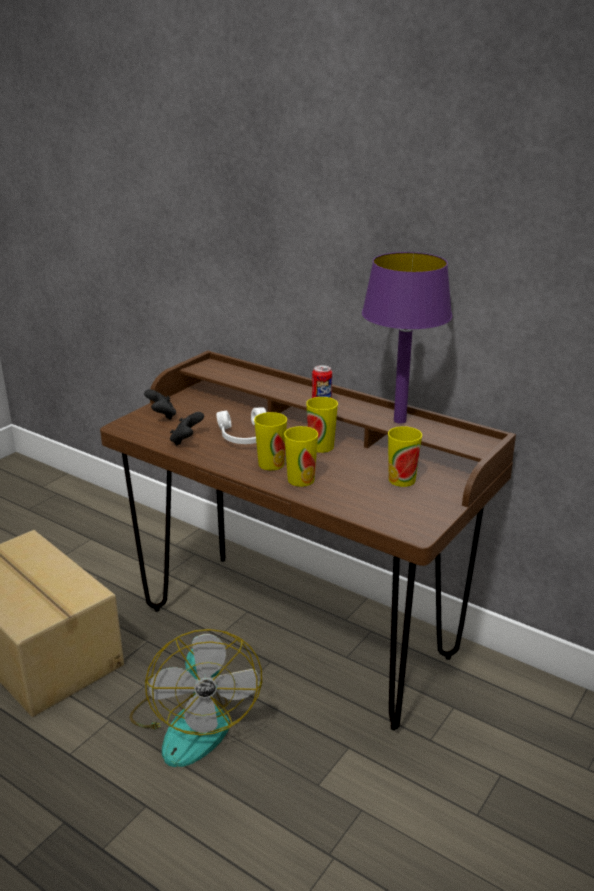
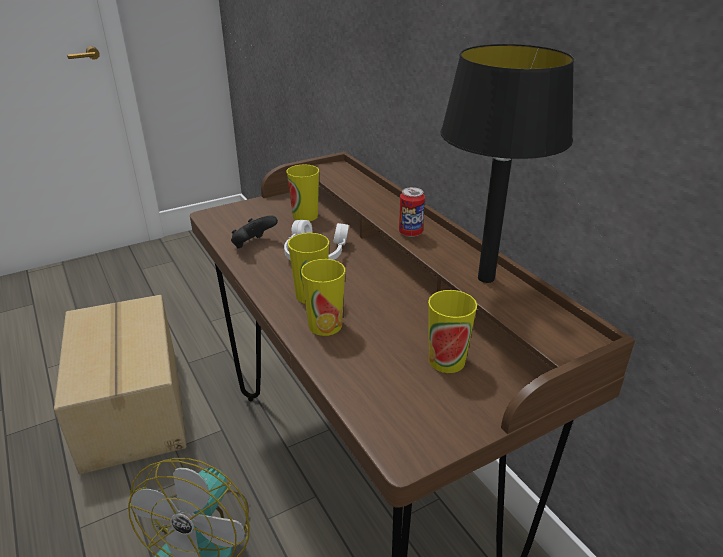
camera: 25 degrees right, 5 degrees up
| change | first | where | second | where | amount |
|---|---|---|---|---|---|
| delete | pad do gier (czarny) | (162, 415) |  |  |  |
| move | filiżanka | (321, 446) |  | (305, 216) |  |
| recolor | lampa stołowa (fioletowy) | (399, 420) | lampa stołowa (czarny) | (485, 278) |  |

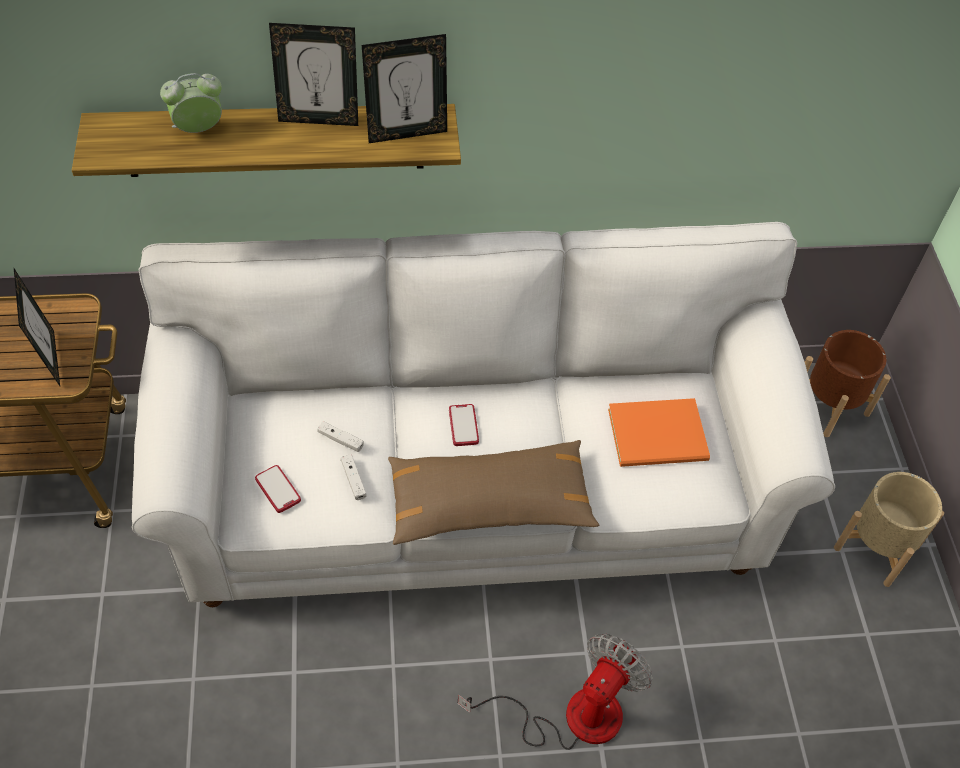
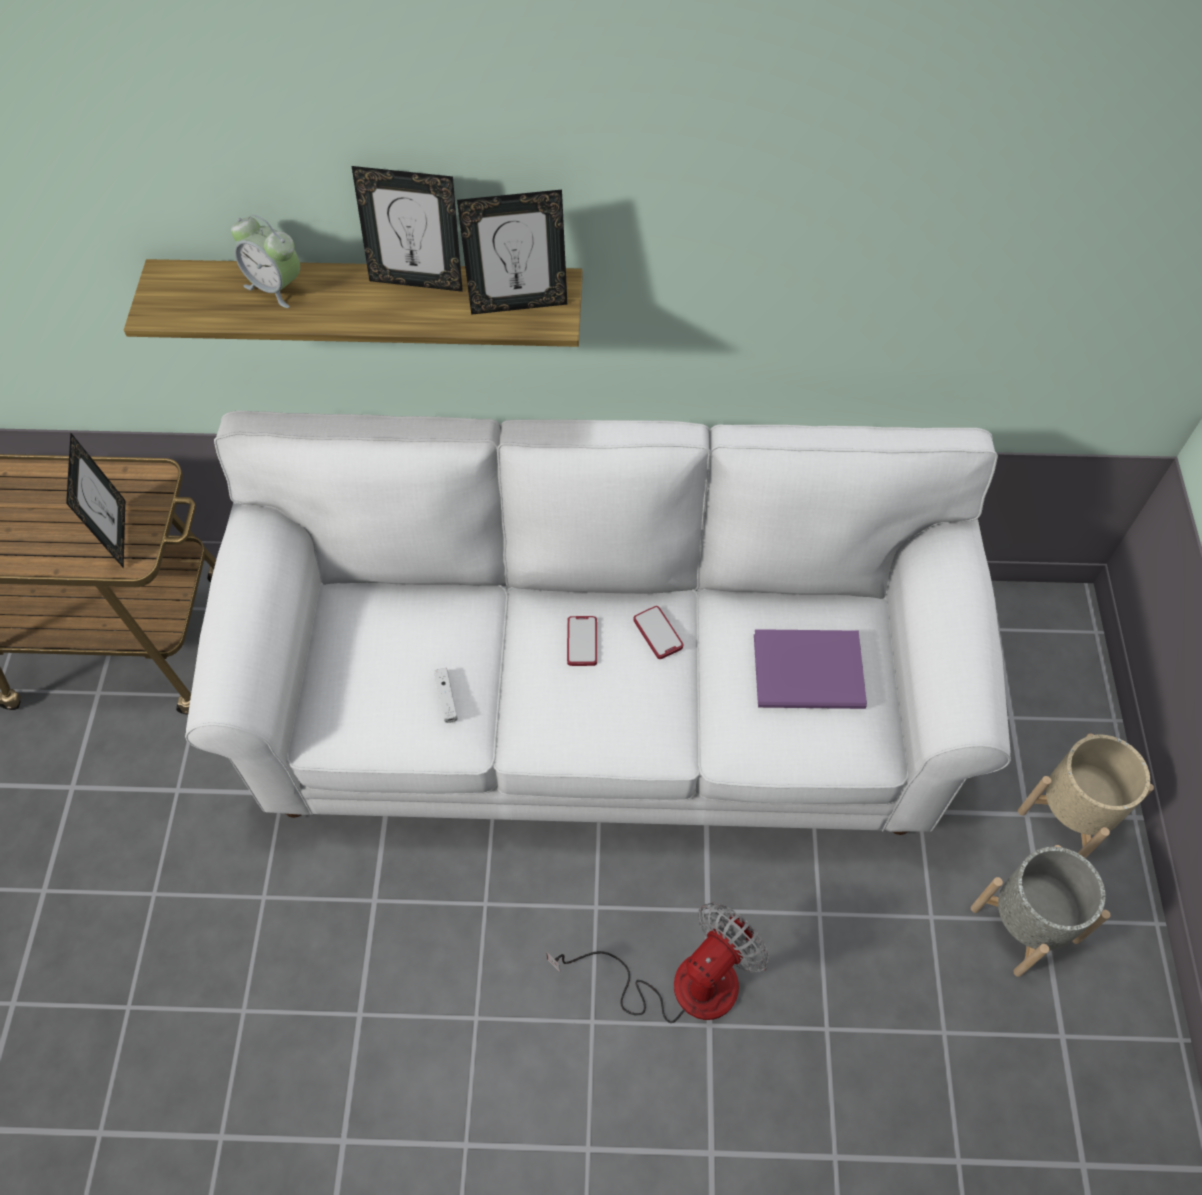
camera: 10 degrees right, 5 degrees up
| change | first | where | second | where | amount |
|---|---|---|---|---|---|
| rotate | budzik | (199, 130) |  | (275, 287) | 135 degrees counterclockwise |
| move | telefon | (278, 489) |  | (658, 633) |  |
| delete | pad do gier (biały) | (340, 440) |  |  |  |
| delete | poduszka (brązowy) | (489, 502) |  |  |  |
| recolor | książka (pomarańczowy) | (660, 436) | książka (fioletowy) | (811, 674) |  |
| delete | donica (brązowy) | (829, 404) |  |  |  |
| insert |  |  | donica (szary) | (1025, 923) |  |

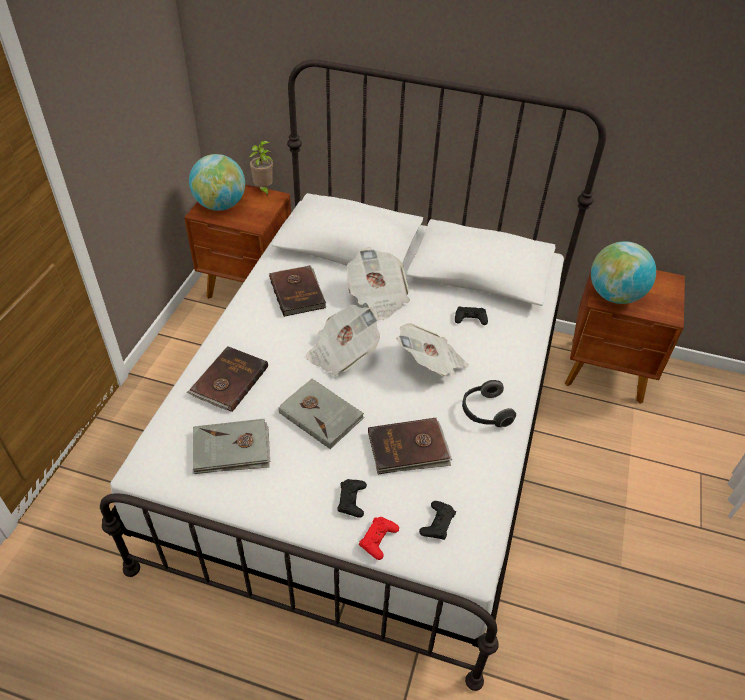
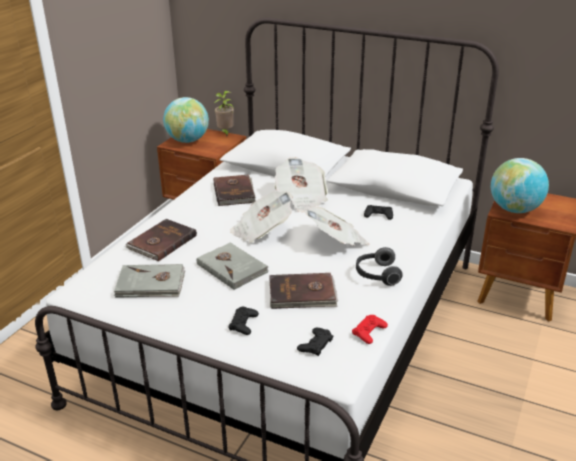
camera: 10 degrees right, 15 degrees down
| change | first | where | second | where | amount |
|---|---|---|---|---|---|
| move | pad do gier (czerwony) | (378, 539) |  | (369, 332) |  |

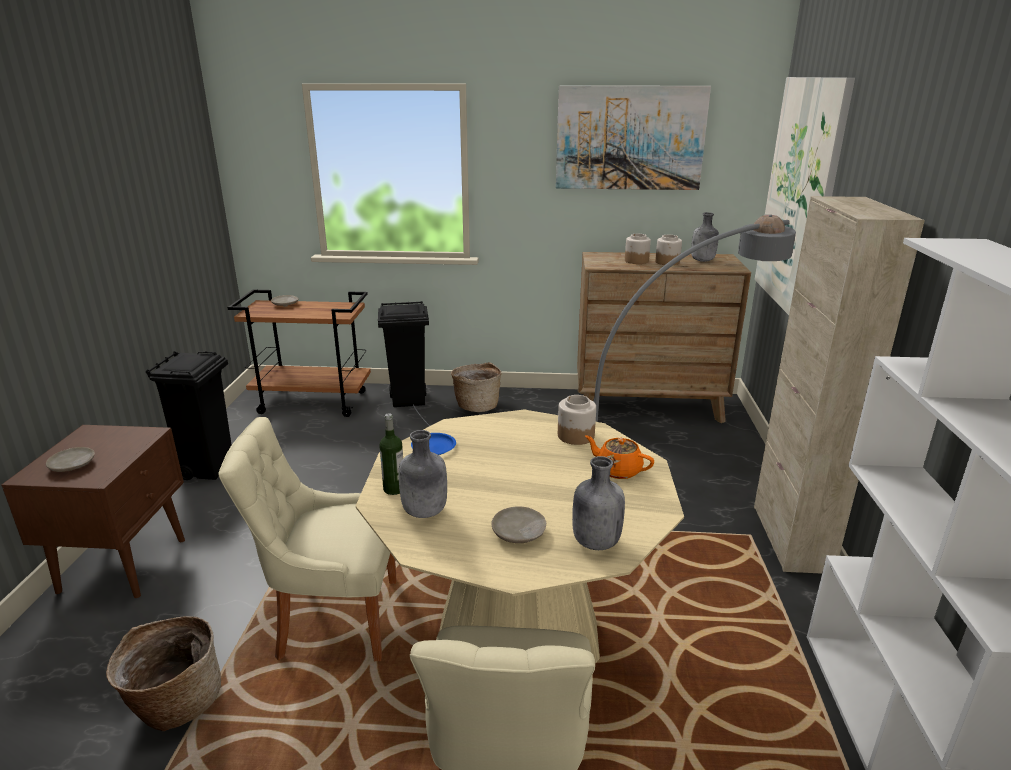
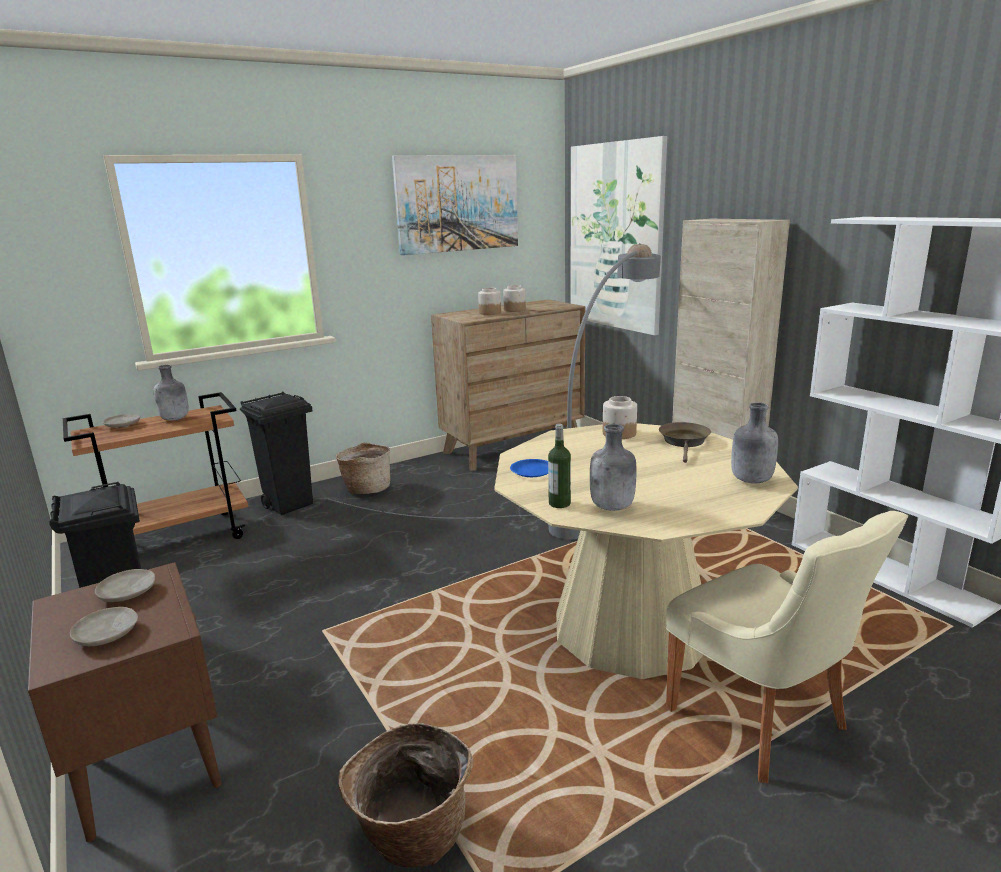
camera: 35 degrees left, 5 degrees down
| change | first | where | second | where | amount |
|---|---|---|---|---|---|
| delete | krzesło (beżowy) | (334, 619) |  |  |  |
| move | talerz (beżowy) | (518, 533) |  | (128, 593) |  |
| replace | imbryk (pomarańczowy) | (617, 470) | patelnia (brązowy) | (684, 442) |  |
| move | butelka (szary) | (702, 261) |  | (175, 419) |  |

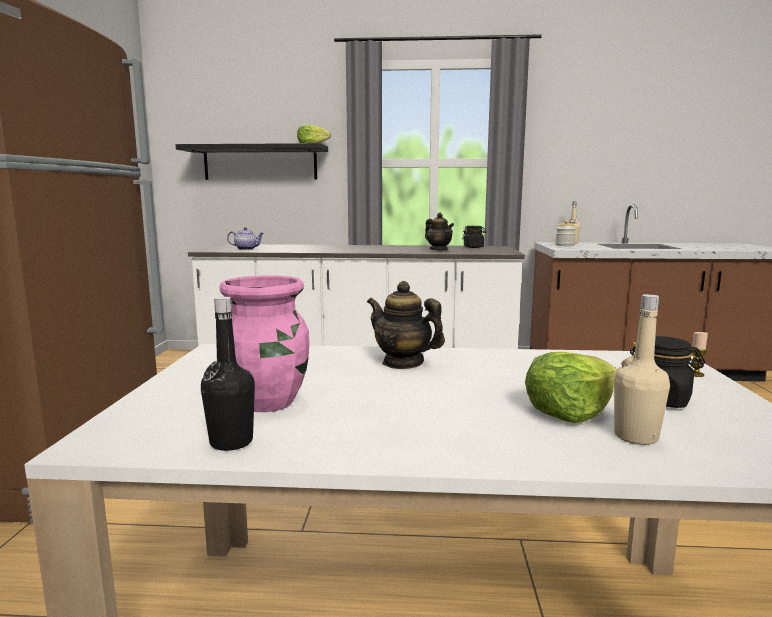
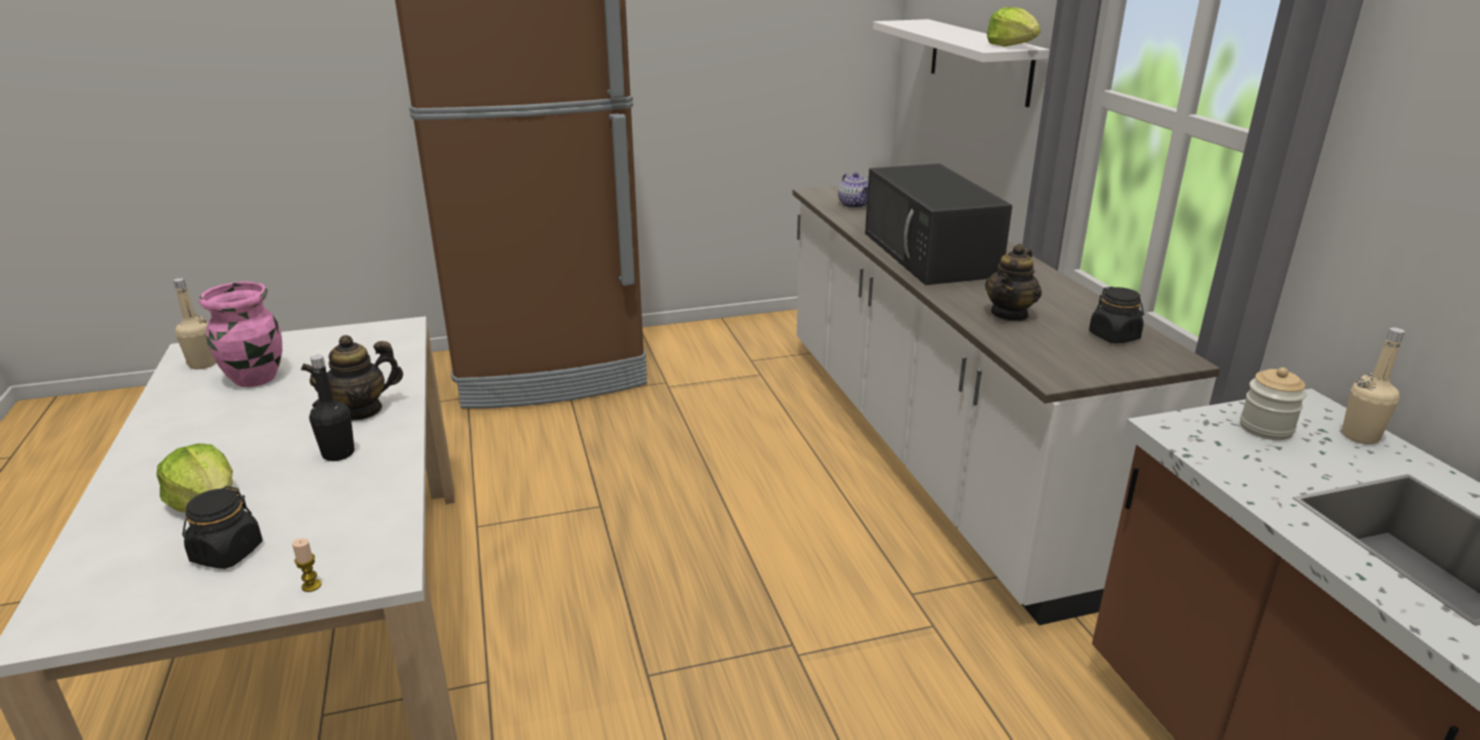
camera: 70 degrees right, 15 degrees up
| change | first | where | second | where | amount |
|---|---|---|---|---|---|
| recolor | półka (czarny) | (260, 163) | półka (biały) | (979, 60) |  |
| move | butelka (czarny) | (231, 442) |  | (338, 454) |  |
| rotate | imbryk | (403, 363) |  | (361, 410) | 135 degrees counterclockwise |
| move | butelka (beżowy) | (636, 437) |  | (203, 364) |  |
| insert |  |  | mikrofalówka (czarny) | (931, 255) |  |

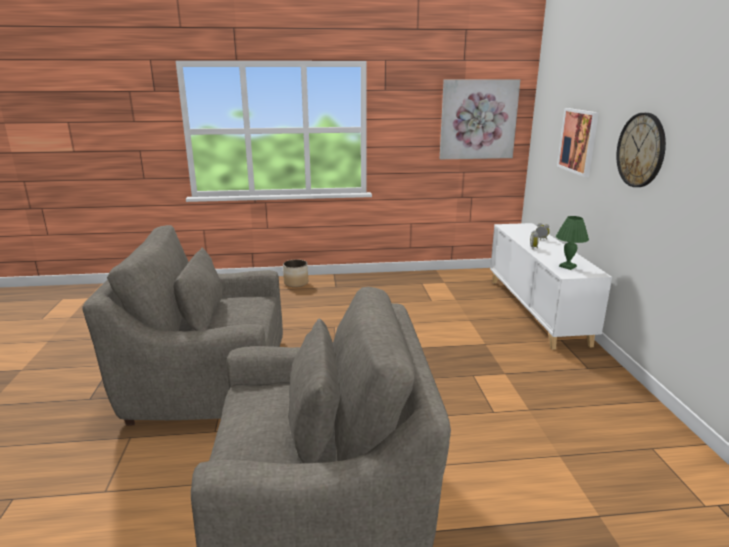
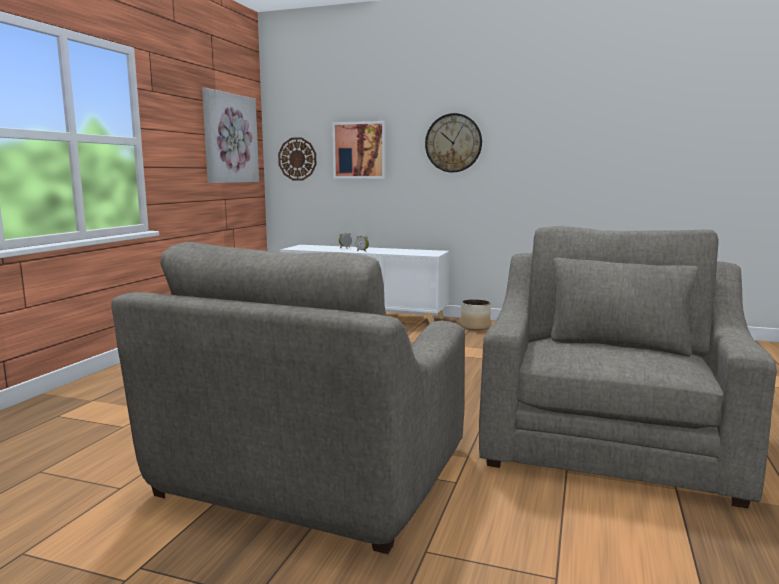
camera: 65 degrees left, 10 degrees down
| change | first | where | second | where | amount |
|---|---|---|---|---|---|
| move | donica | (296, 283) |  | (475, 327) |  |
| delete | lampa stołowa (zielony) | (567, 266) |  |  |  |
| insert |  |  | zegar ścienny | (297, 159) |  |

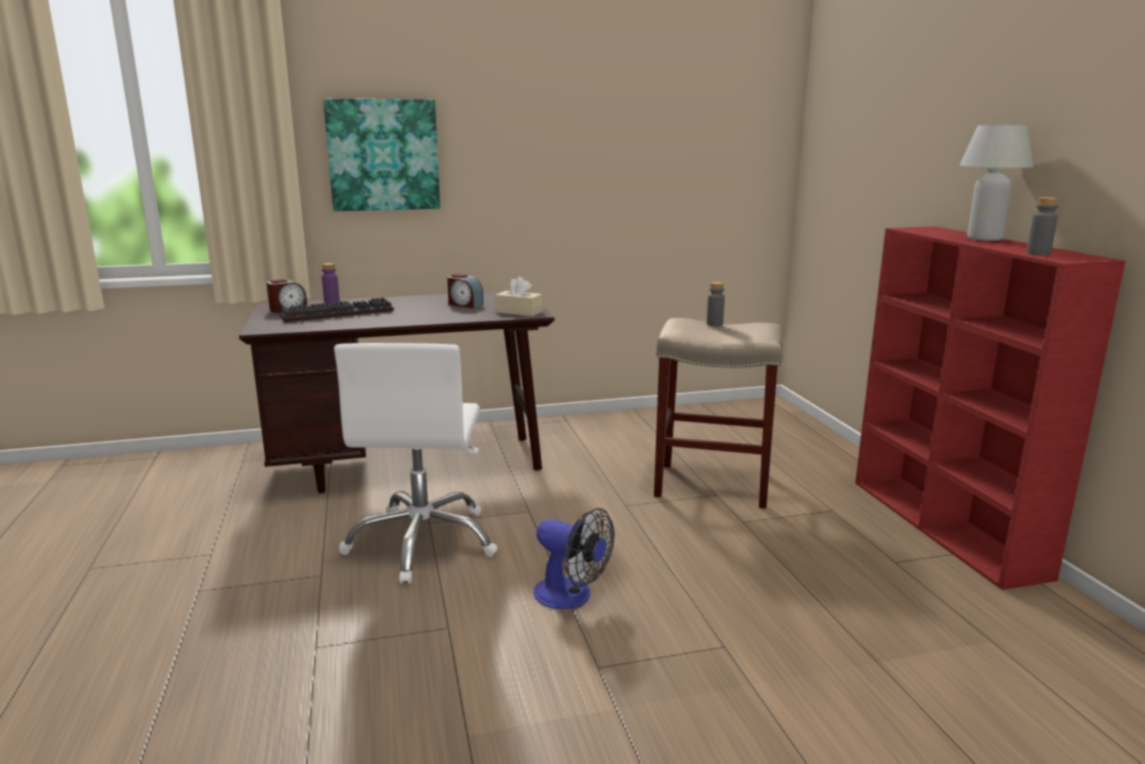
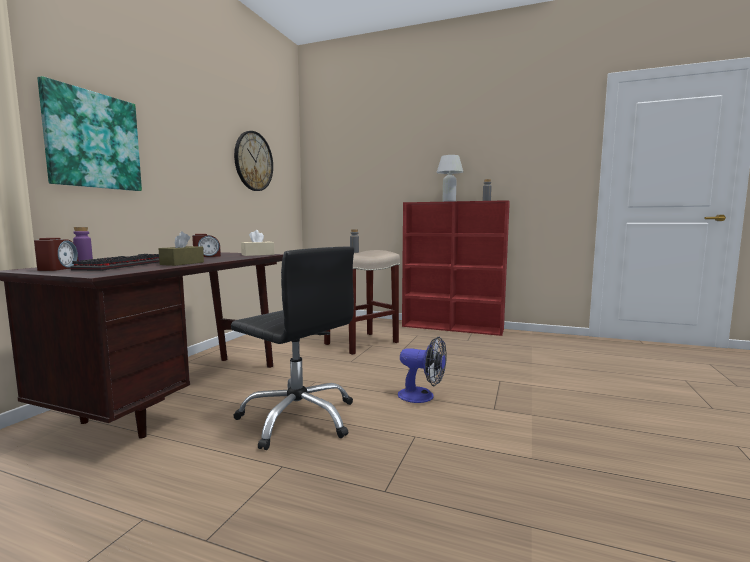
camera: 55 degrees left, 10 degrees down
| change | first | where | second | where | amount |
|---|---|---|---|---|---|
| recolor | krzesło biurowe (biały) | (423, 542) | krzesło biurowe (czarny) | (298, 418) |  |
| rotate | wentylator | (571, 596) |  | (422, 396) | 45 degrees clockwise |
| insert |  |  | pudełko chusteczek (brązowy) | (182, 263) |  |
| insert |  |  | zegar ścienny | (253, 161) |  |

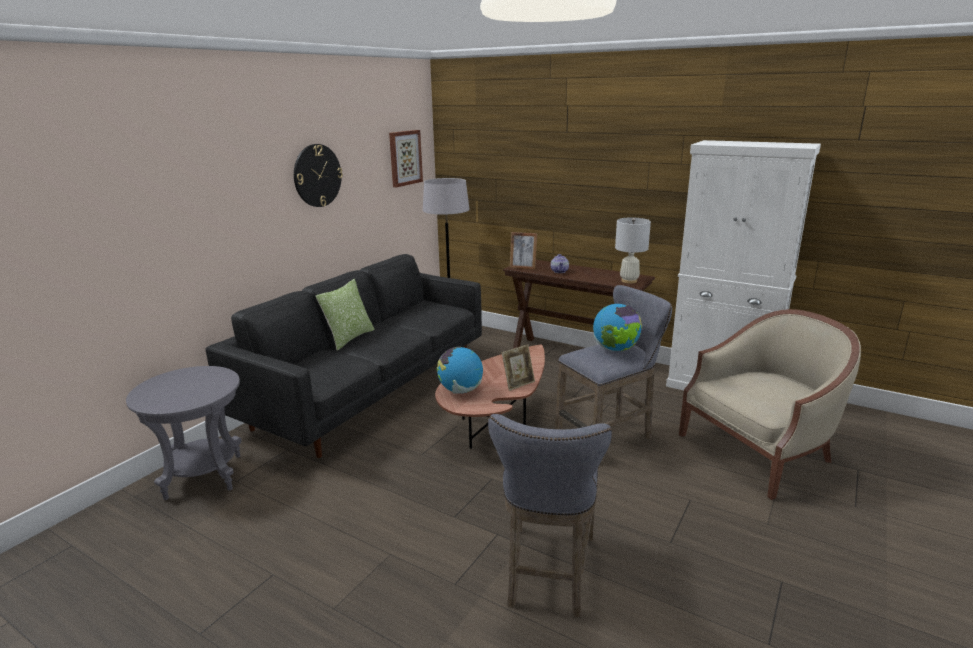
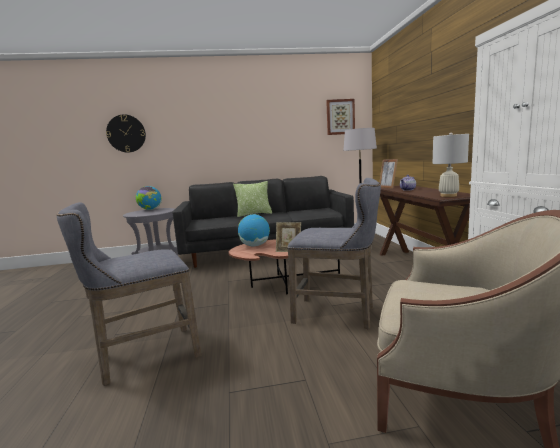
camera: 50 degrees right, 10 degrees down
| change | first | where | second | where | amount |
|---|---|---|---|---|---|
| move | zegar ścienny | (317, 175) |  | (126, 133) |  |
| move | globus | (615, 349) |  | (150, 209) |  |

